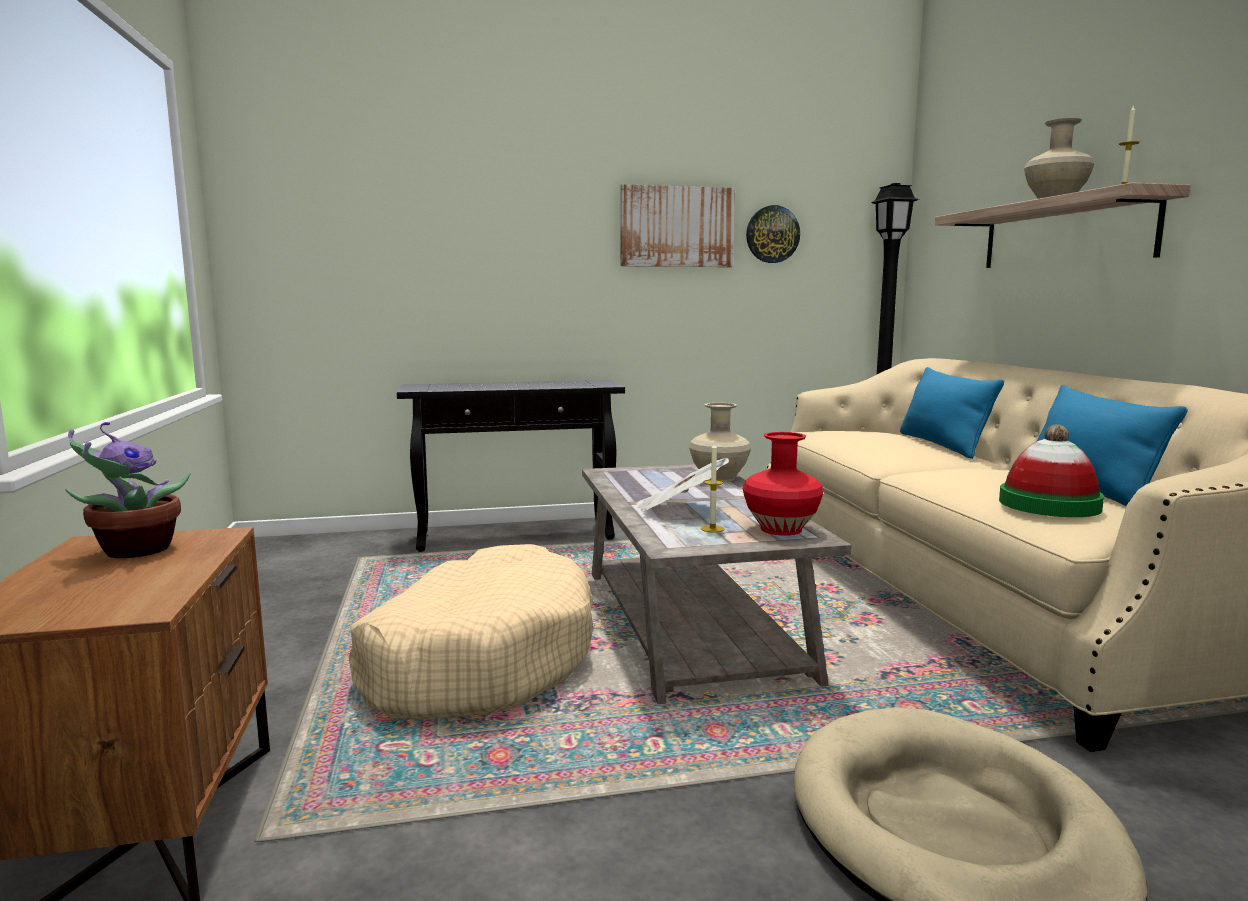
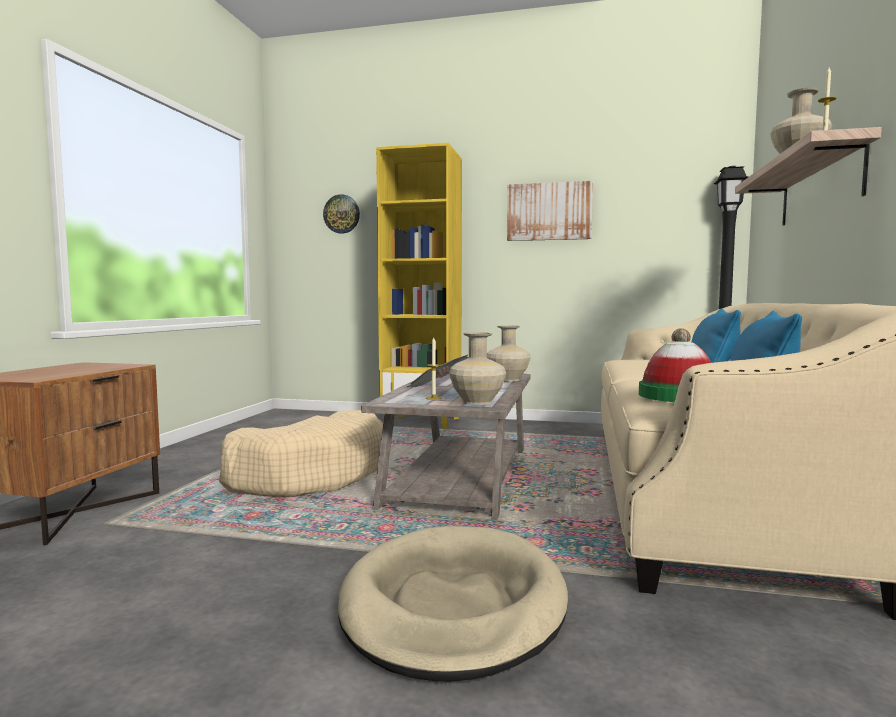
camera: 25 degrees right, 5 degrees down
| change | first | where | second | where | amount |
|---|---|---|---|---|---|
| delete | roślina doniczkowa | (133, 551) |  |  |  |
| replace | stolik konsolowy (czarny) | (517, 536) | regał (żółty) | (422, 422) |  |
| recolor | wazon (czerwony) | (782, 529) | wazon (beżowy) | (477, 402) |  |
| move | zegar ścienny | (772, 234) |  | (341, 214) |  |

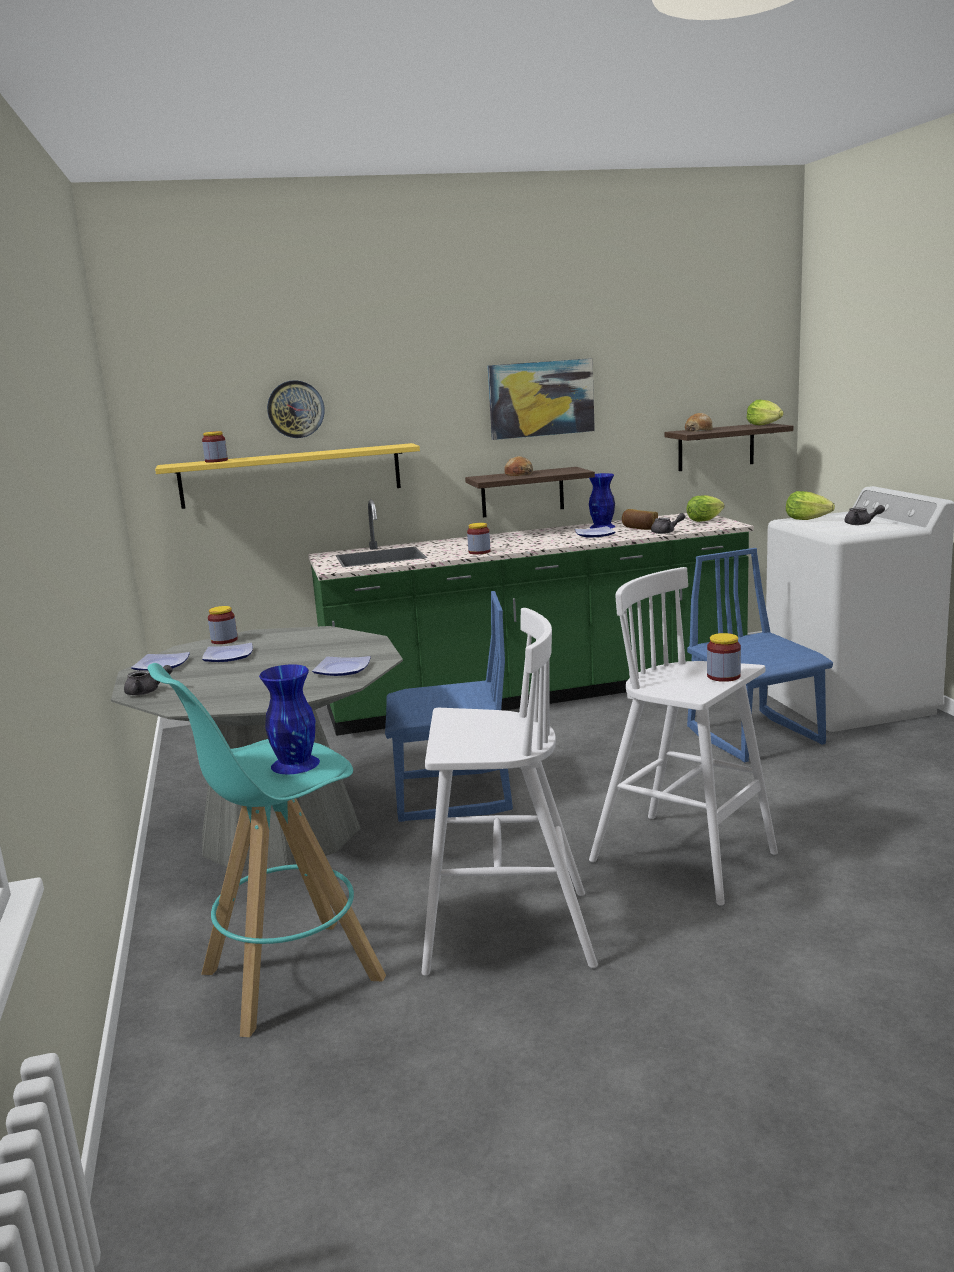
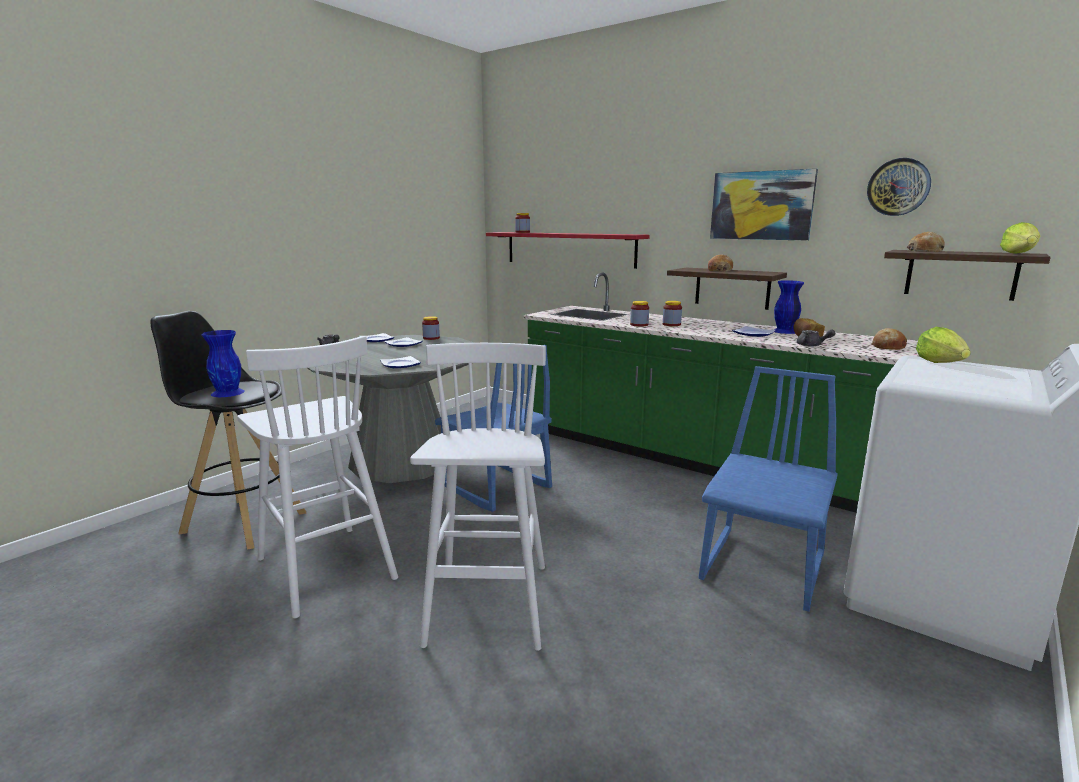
camera: 50 degrees right, 0 degrees up
| change | first | where | second | where | amount |
|---|---|---|---|---|---|
| recolor | stołek (turkusowy) | (289, 976) | stołek (czarny) | (243, 522) |  |
| recolor | półka (żółty) | (291, 476) | półka (czerwony) | (569, 249) |  |
| move | zegar ścienny | (295, 409) |  | (898, 187) |  |
| replace | sałata | (704, 520) | chleb | (887, 347) |  |
| move | słoik | (723, 676) |  | (671, 324) |  |
| delete | imbryk (szary) | (861, 524) |  |  |  |

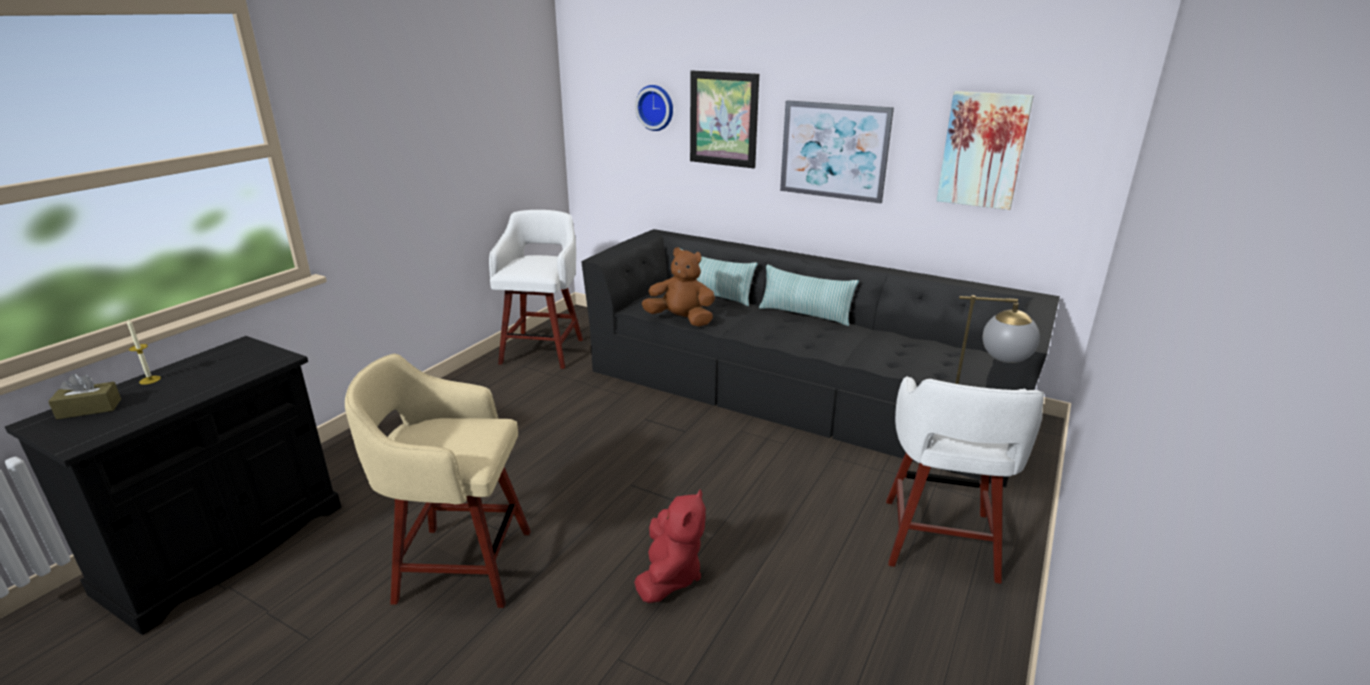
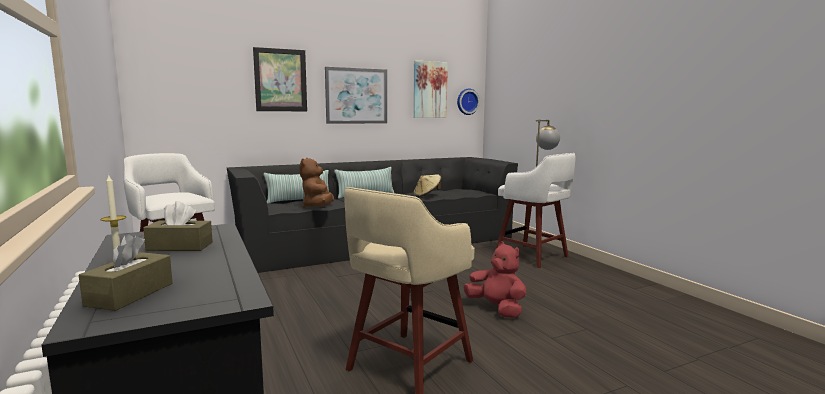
camera: 55 degrees left, 15 degrees down
| change | first | where | second | where | amount |
|---|---|---|---|---|---|
| move | zegar ścienny | (656, 107) |  | (467, 101) |  |
| rotate | pluszak (brązowy) | (681, 320) |  | (318, 207) | 60 degrees counterclockwise |
| insert |  |  | pudełko chusteczek (brązowy) | (180, 246) |  |
| insert |  |  | kapelusz (beżowy) | (427, 195) |  |

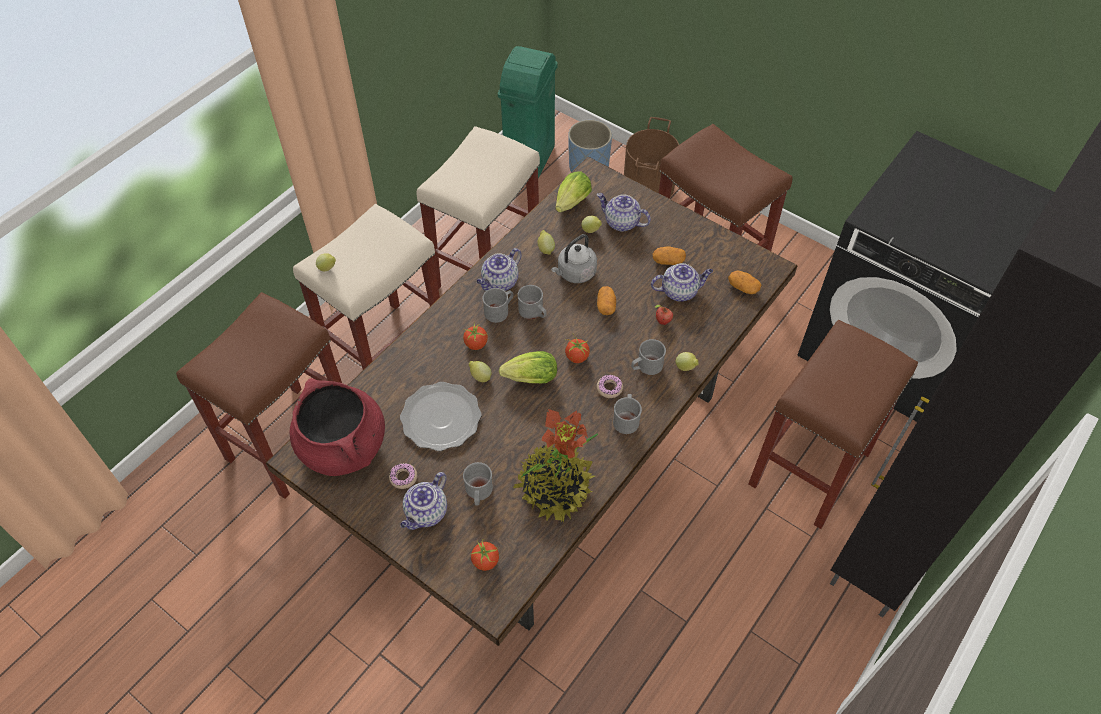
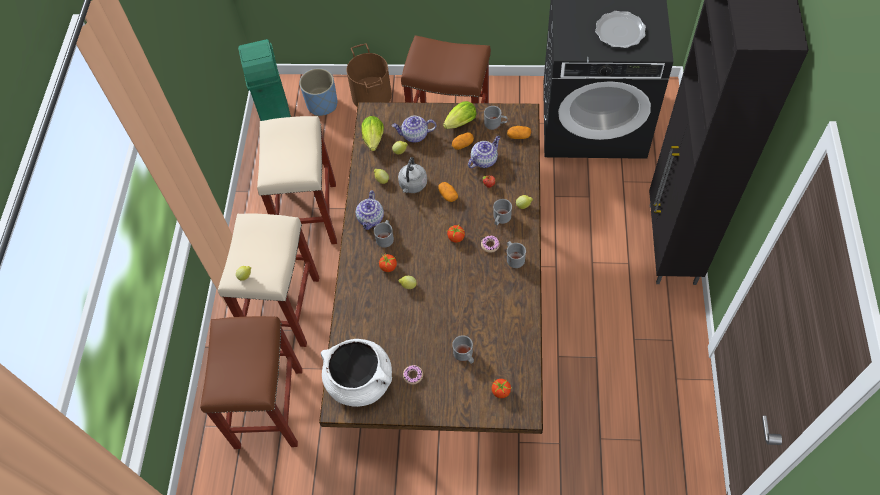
camera: 30 degrees left, 5 degrees up
| change | first | where | second | where | amount |
|---|---|---|---|---|---|
| recolor | garnek (czerwony) | (343, 446) | garnek (biały) | (360, 381) |  |
| move | talerz | (440, 418) |  | (619, 31) |  |
| delete | imbryk | (426, 513) |  |  |  |
| move | sałata | (528, 379) |  | (459, 124) |  |
| delete | roślina doniczkowa | (554, 488) |  |  |  |
| move | kubek (szary) | (533, 312) |  | (495, 123) |  |
| delete | stołek (brązowy) | (809, 470) |  |  |  |

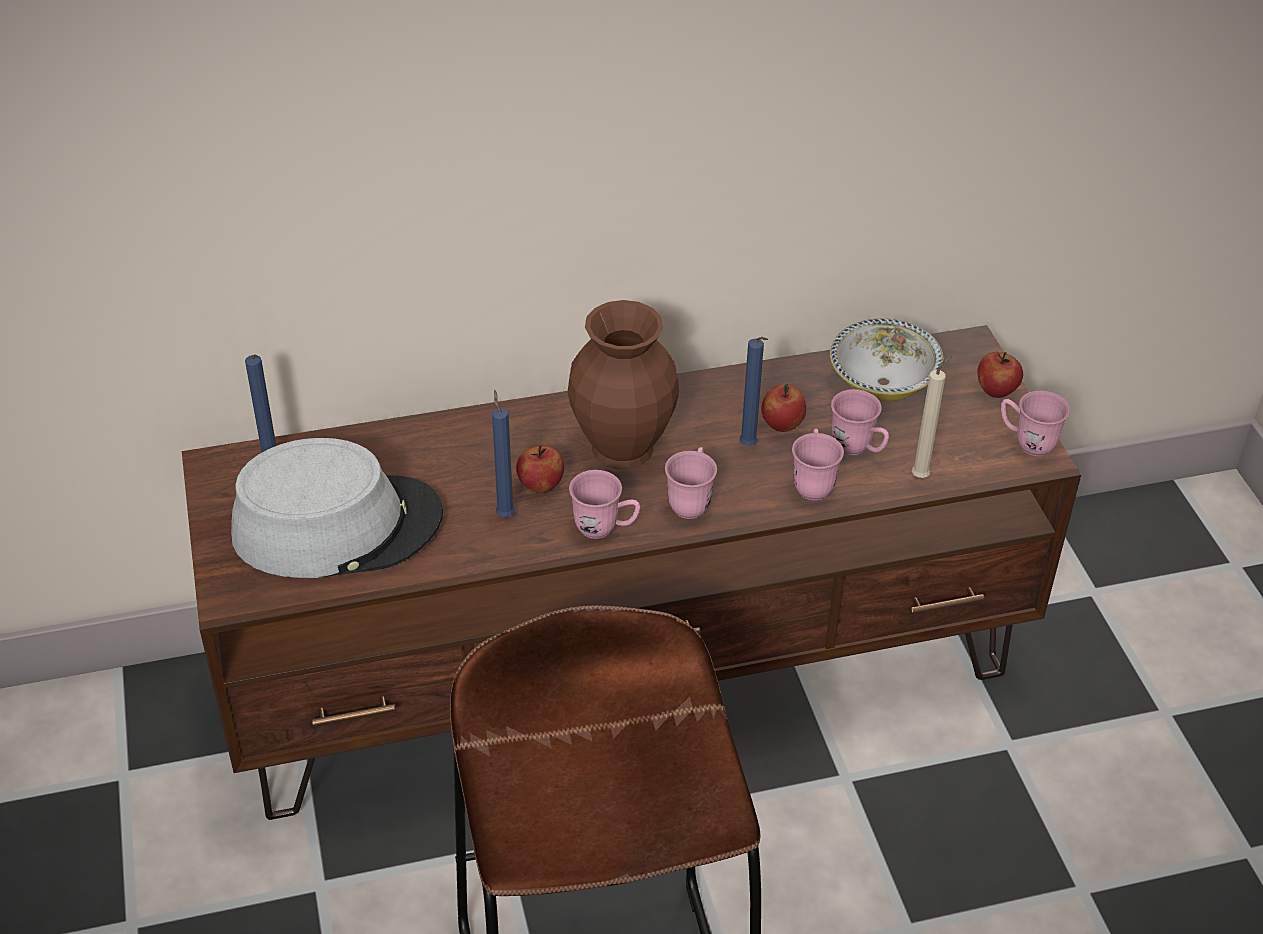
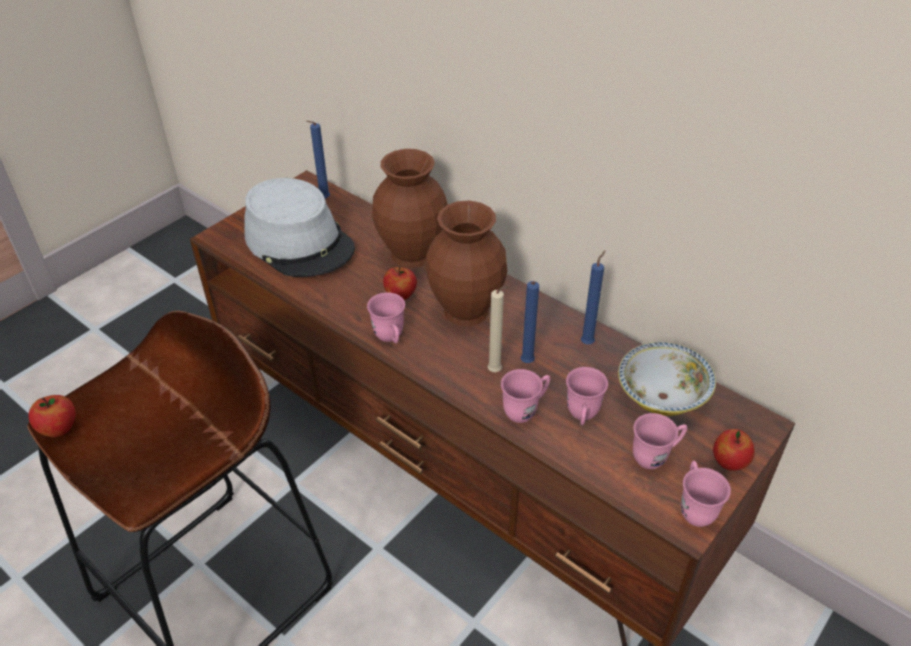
camera: 55 degrees right, 0 degrees up
| change | first | where | second | where | amount |
|---|---|---|---|---|---|
| move | świeca (niebieski) | (505, 513) |  | (588, 342) |  |
| move | kubek (różowy) | (691, 501) |  | (655, 456) |  |
| move | jabłko | (782, 425) |  | (59, 429) |  |
| move | świeca (beżowy) | (922, 476) |  | (496, 372) |  |
| insert |  |  | wazon (brązowy) | (413, 254) |  |

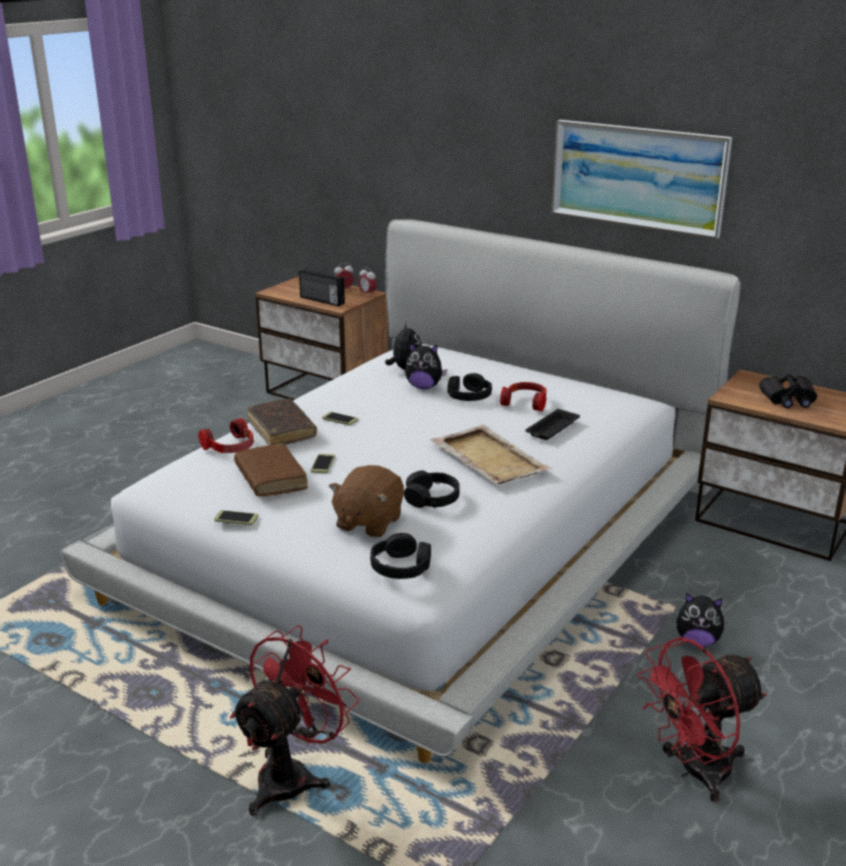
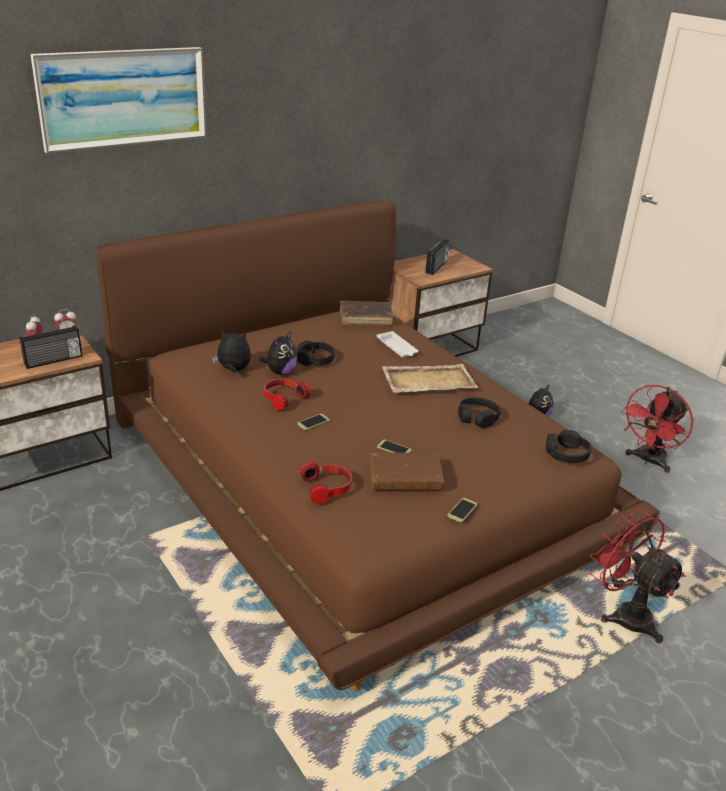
camera: 70 degrees left, 5 degrees up
| change | first | where | second | where | amount |
|---|---|---|---|---|---|
| recolor | łóżko (biały) | (423, 536) | łóżko (brązowy) | (357, 477) |  |
| move | książka (brązowy) | (281, 430) |  | (365, 318) |  |
| delete | pluszak (brązowy) | (368, 522) |  |  |  |
| move | słuchawki | (525, 403) |  | (283, 399) |  |
| recolor | taca (czarny) | (551, 429) | taca (biały) | (397, 348) |  |
| move | obraz | (638, 177) |  | (123, 98) |  |
| rotate | wentylator (czerwony) | (694, 772) |  | (648, 461) | 45 degrees clockwise |
| replace | lornetka (czarny) | (788, 399) | radio | (437, 267) |  |

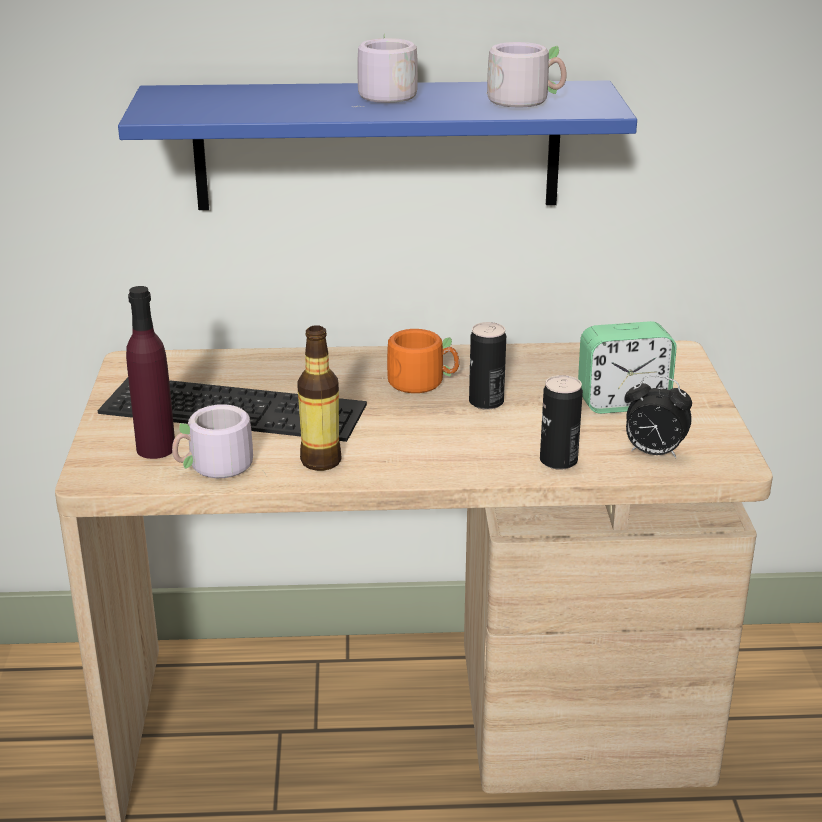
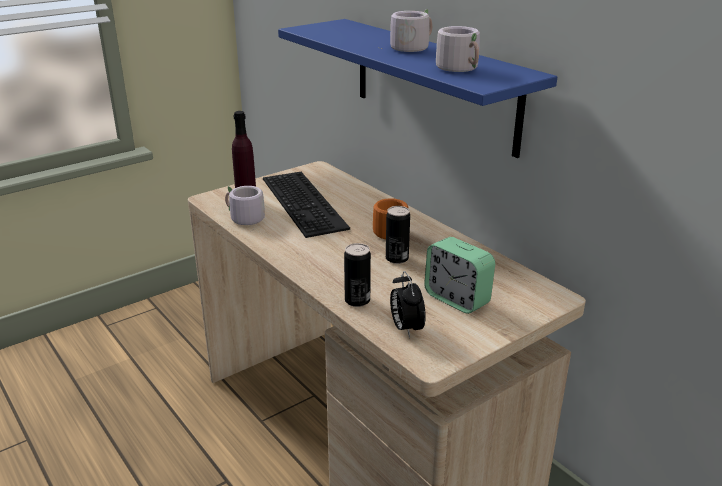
camera: 55 degrees right, 0 degrees up
| change | first | where | second | where | amount |
|---|---|---|---|---|---|
| delete | butelka | (320, 461) |  |  |  |

